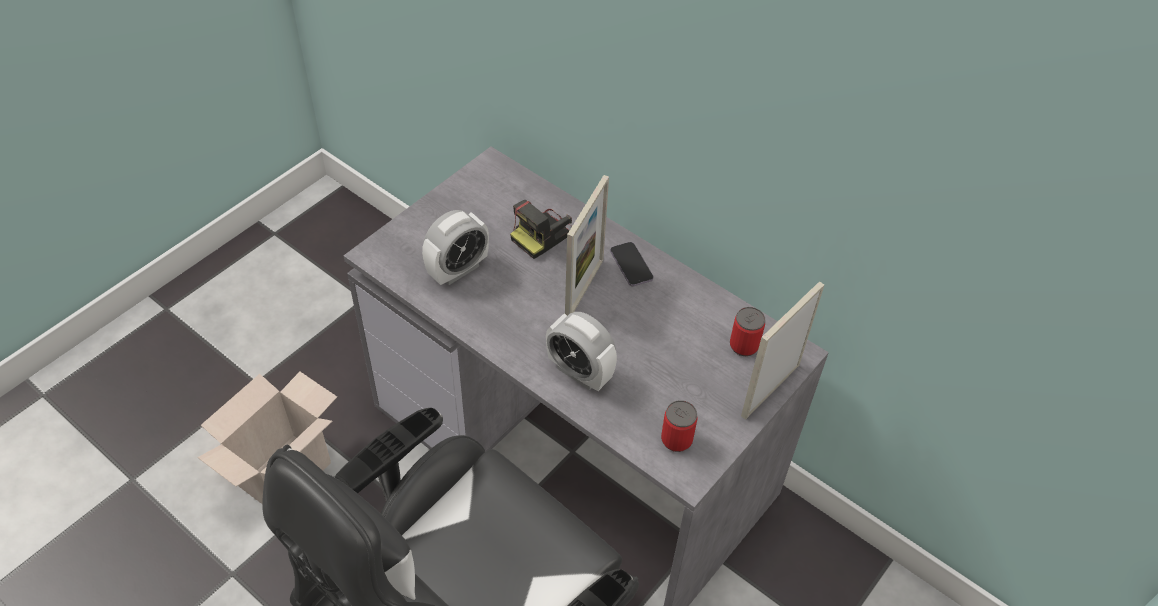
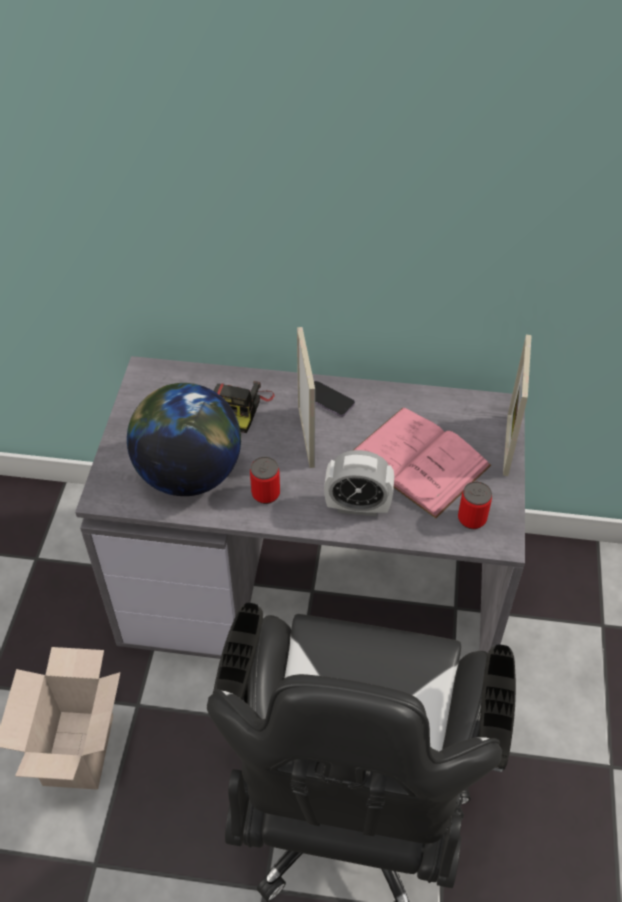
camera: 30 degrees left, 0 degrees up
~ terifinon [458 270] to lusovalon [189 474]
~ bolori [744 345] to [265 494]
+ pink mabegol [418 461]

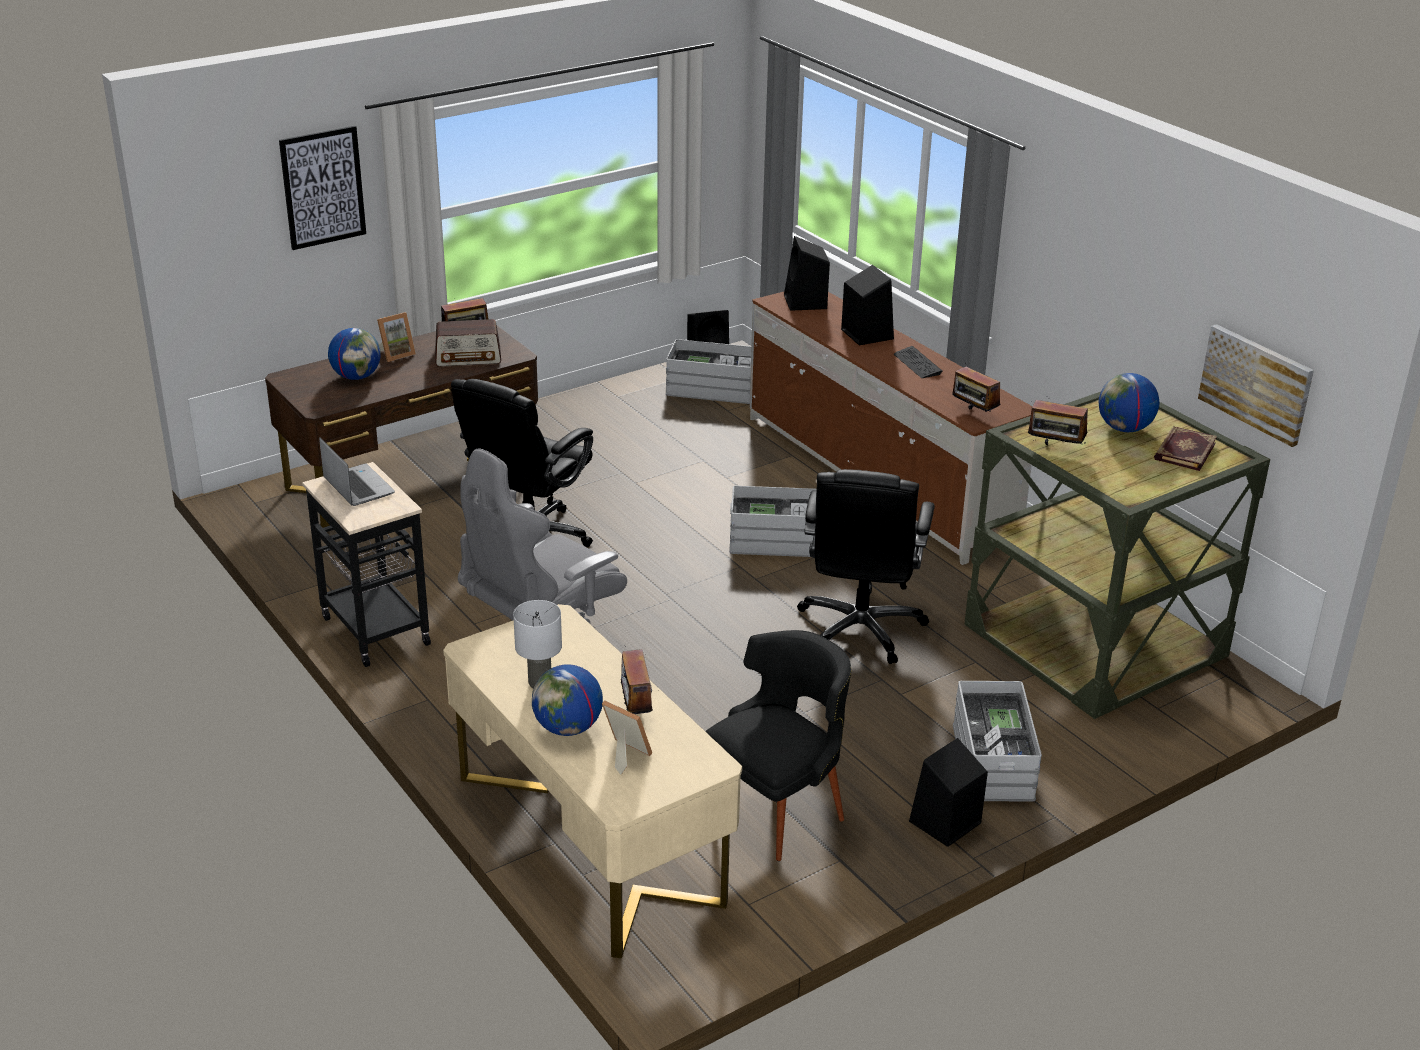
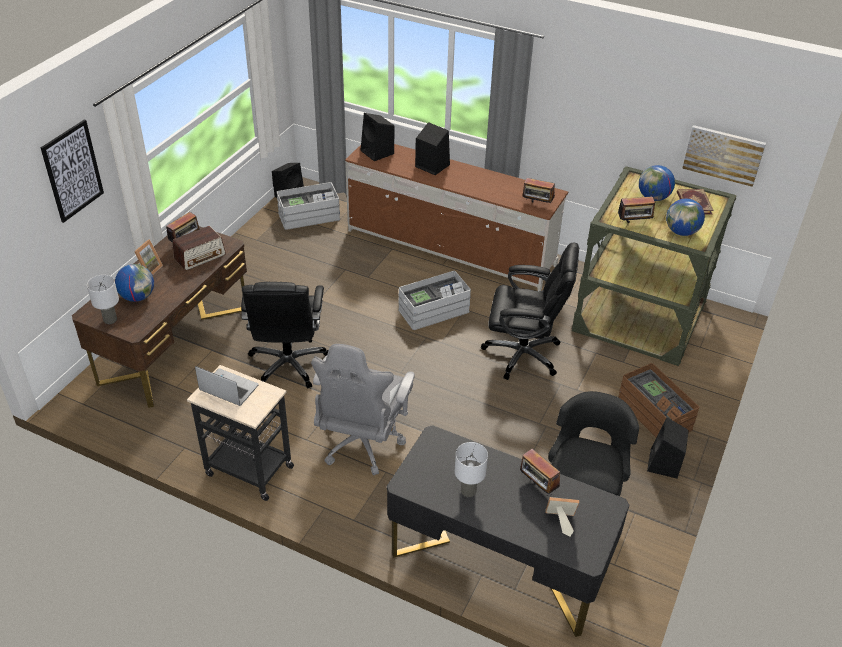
camera: 30 degrees left, 10 degrees up
+ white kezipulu [110 321]
~ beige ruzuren [589 838] to black ruzuren [498 562]
~ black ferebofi [860 628] = [522 354] 60 degrees counterclockwise
~ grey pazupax [994 761] to brown pazupax [655 413]
~ lusovalon [568 728] to [681 232]
- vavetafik [917 364]

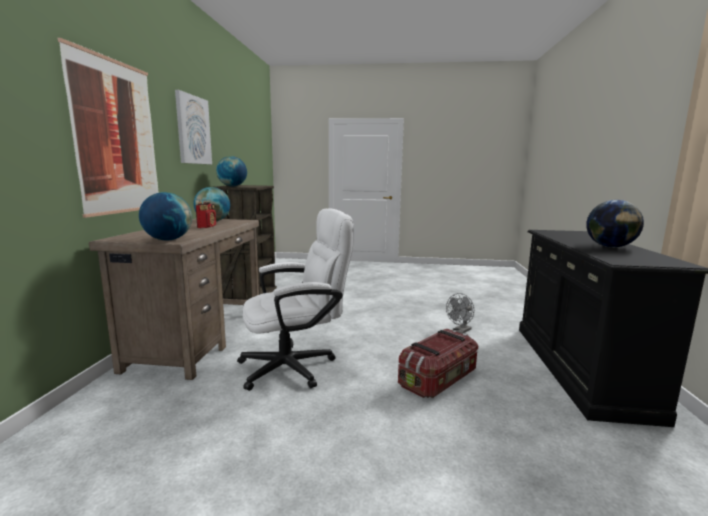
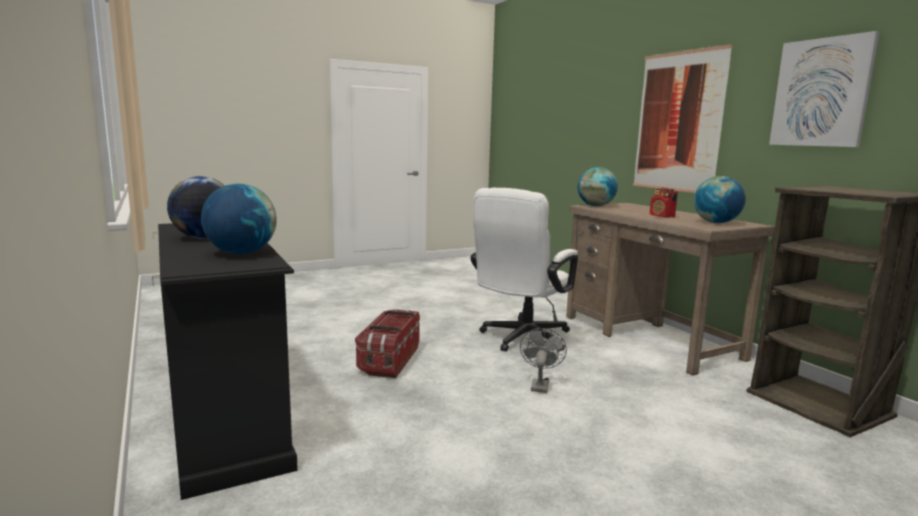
camera: 145 degrees right, 0 degrees up
~ lusovalon [232 186] to [241 253]
~ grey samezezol [460 331] to [539 384]

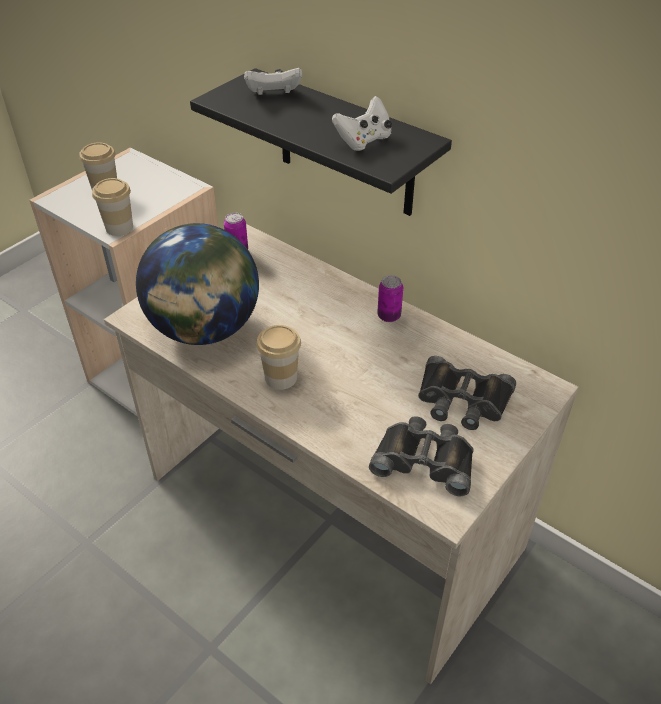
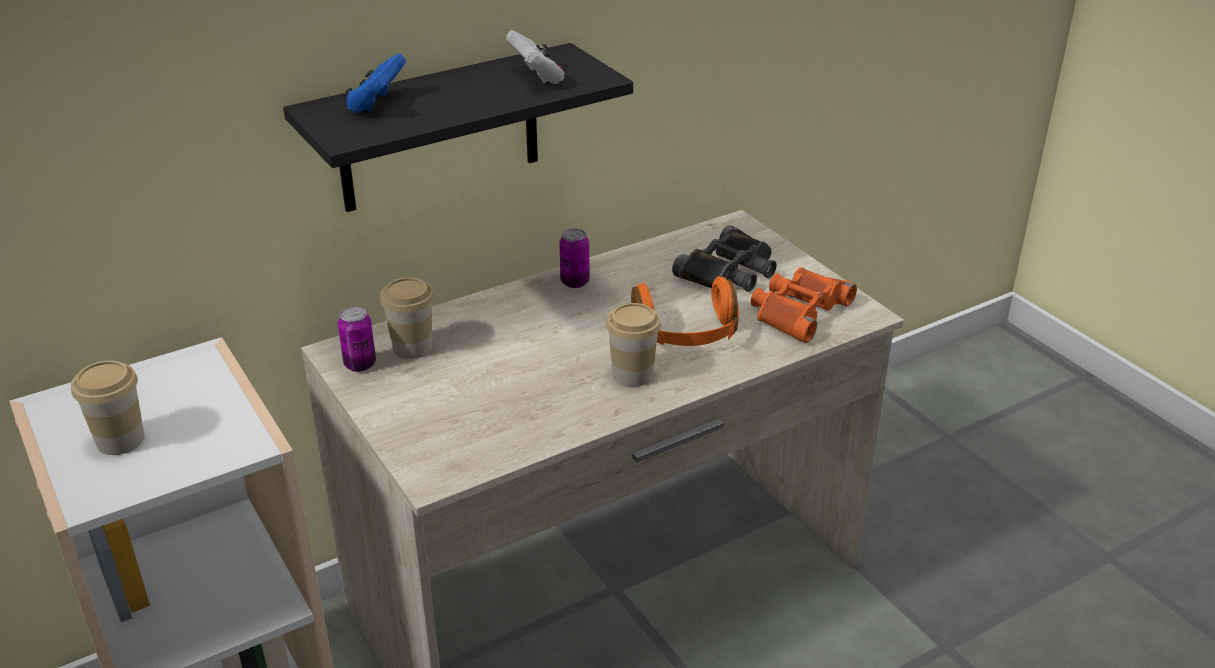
camera: 70 degrees left, 10 degrees down
~ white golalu [274 95] to blue golalu [377 105]
~ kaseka [119 227] to [412 347]
+ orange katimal [686 333]
~ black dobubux [424 459] to orange dobubux [798 311]
- lusovalon [205 329]

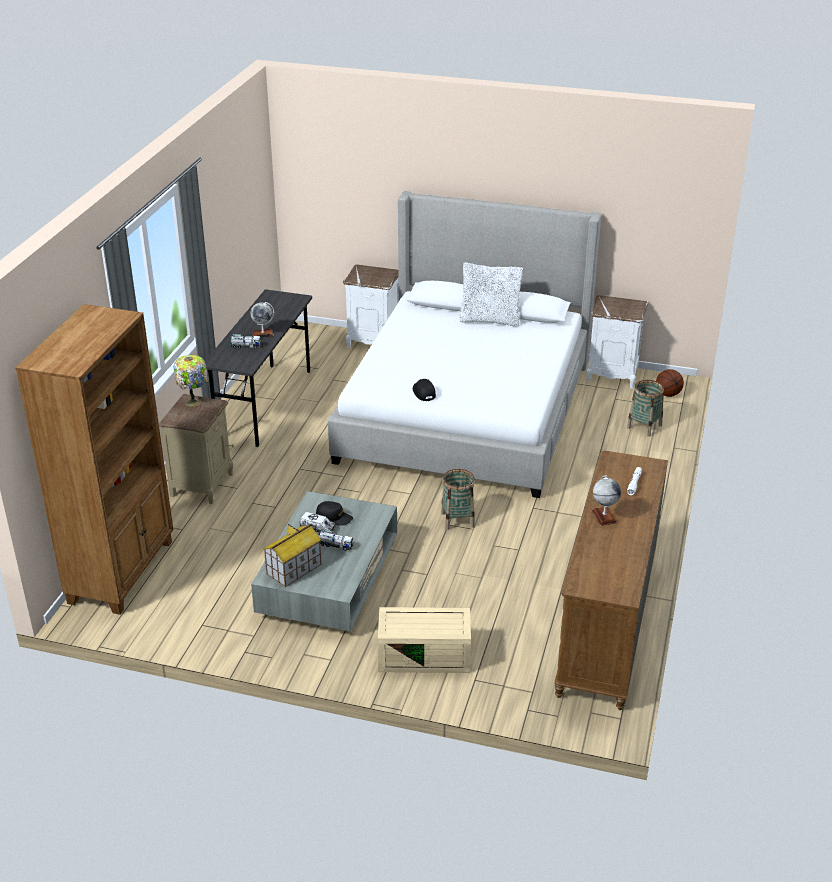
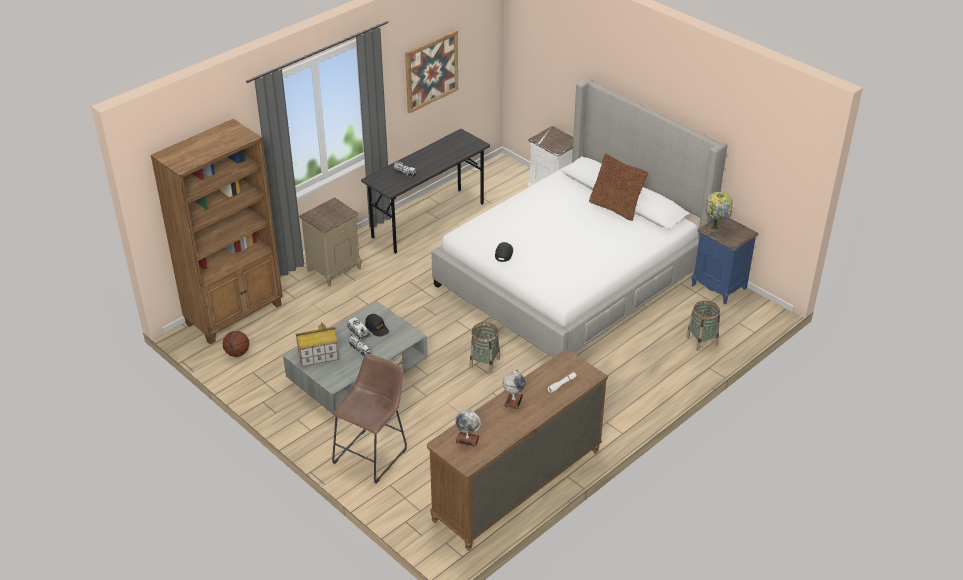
camera: 30 degrees right, 5 degrees up
~ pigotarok [667 394] to [237 353]
~ beige pazupax [425 655] to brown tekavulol [373 453]
+ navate [431 71]
~ lusovalon [263 334] to [467 439]
~ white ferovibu [490 318] to brown ferovibu [616 206]
~ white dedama [612 376] to blue dedama [718 287]
~ kezipulu [194 402] to [715 228]

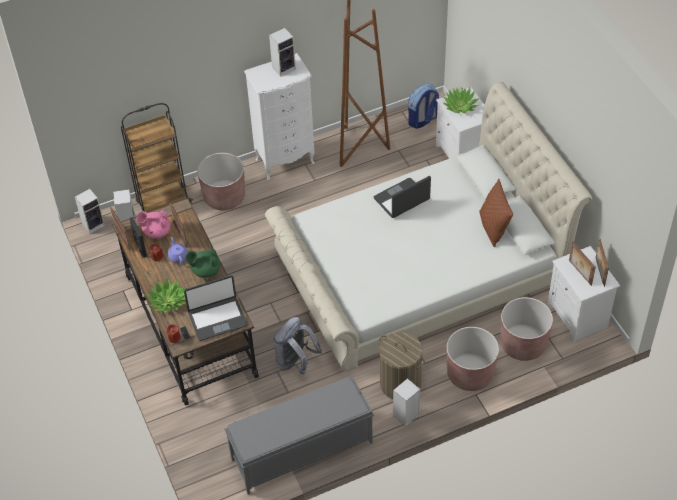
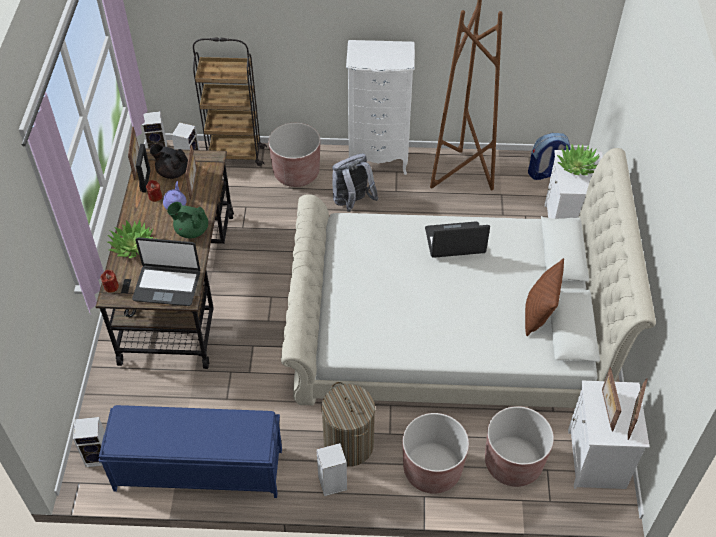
camera: 25 degrees right, 0 degrees up
~ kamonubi [284 68] to [99 455]
~ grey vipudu [300 450] to blue vipudu [197 469]
~ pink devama [156 232] to black devama [172 172]
~ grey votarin [295 362] to [352 203]

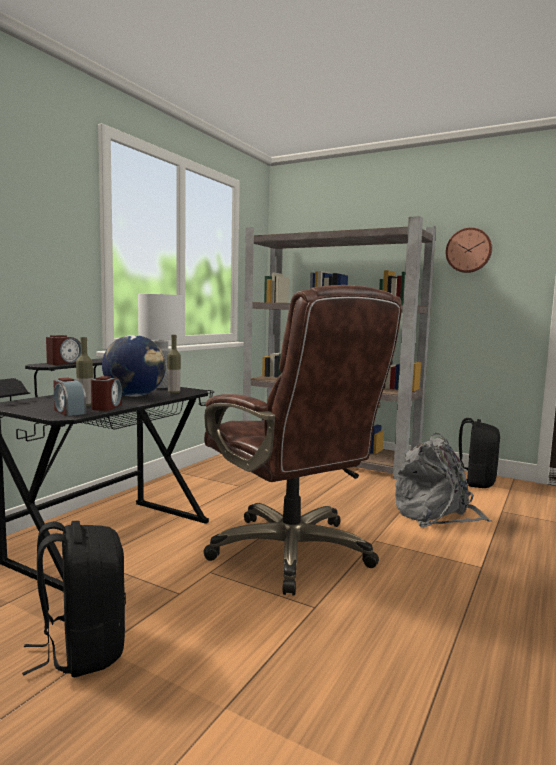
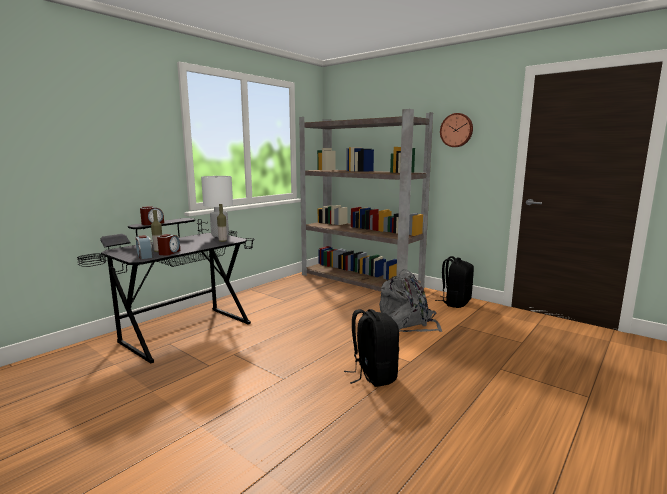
camera: 10 degrees right, 5 degrees up
~ black votarin [82 650] to [373 375]
- lusovalon [135 396]
- brown ferebofi [291 550]

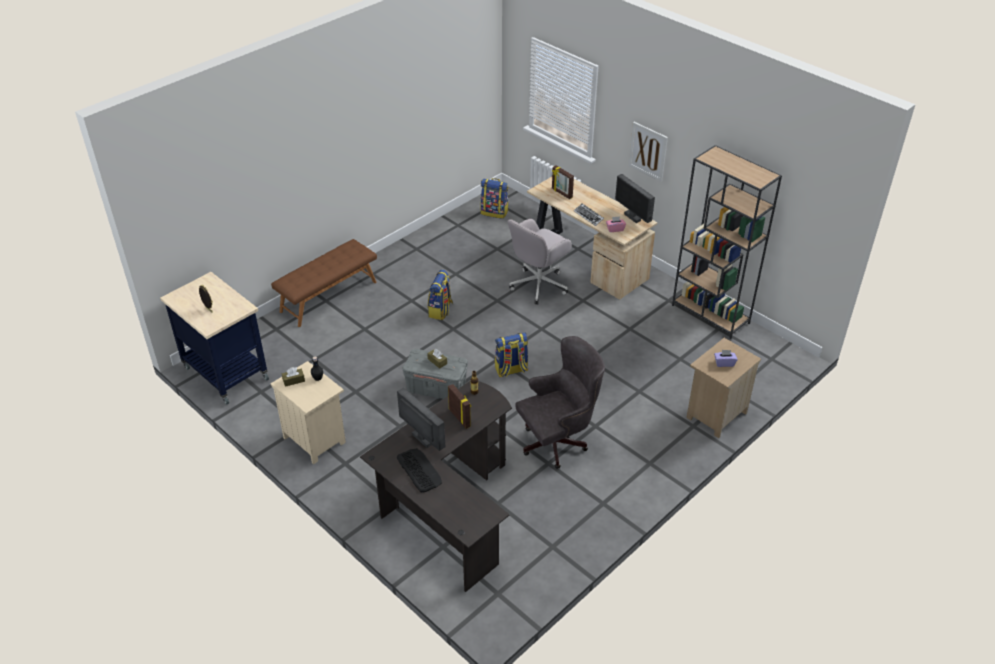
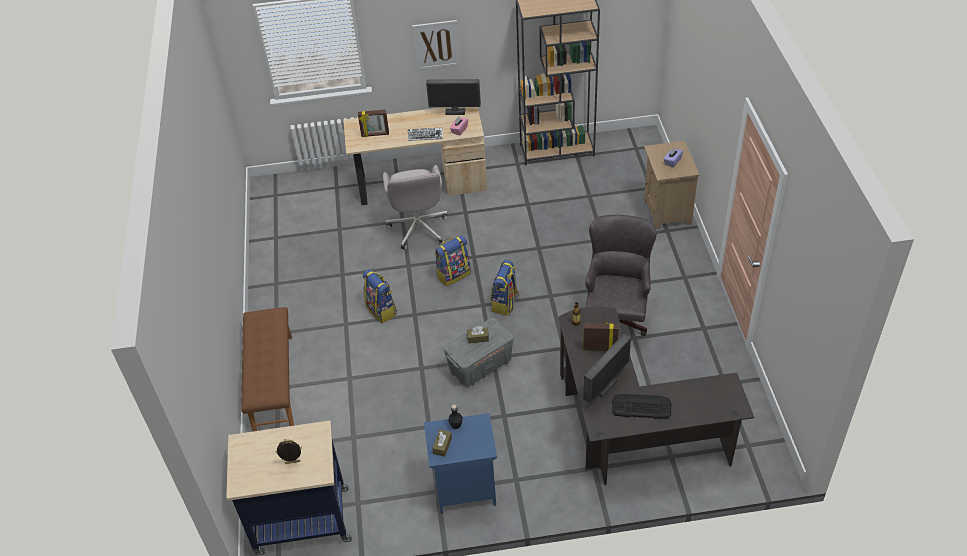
camera: 50 degrees left, 5 degrees up
~ beige dedama [315 439] to blue dedama [464 488]
~ votarin [494 212] to [453 274]
~ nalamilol [421 439] = [605 387] 135 degrees clockwise

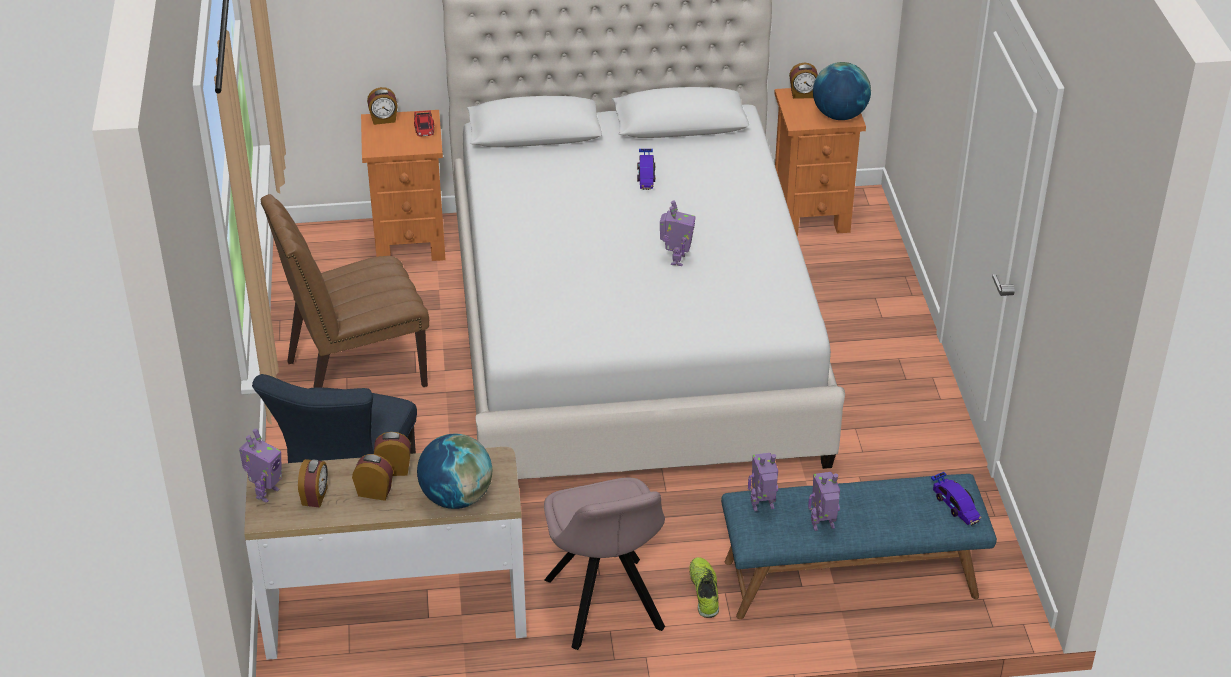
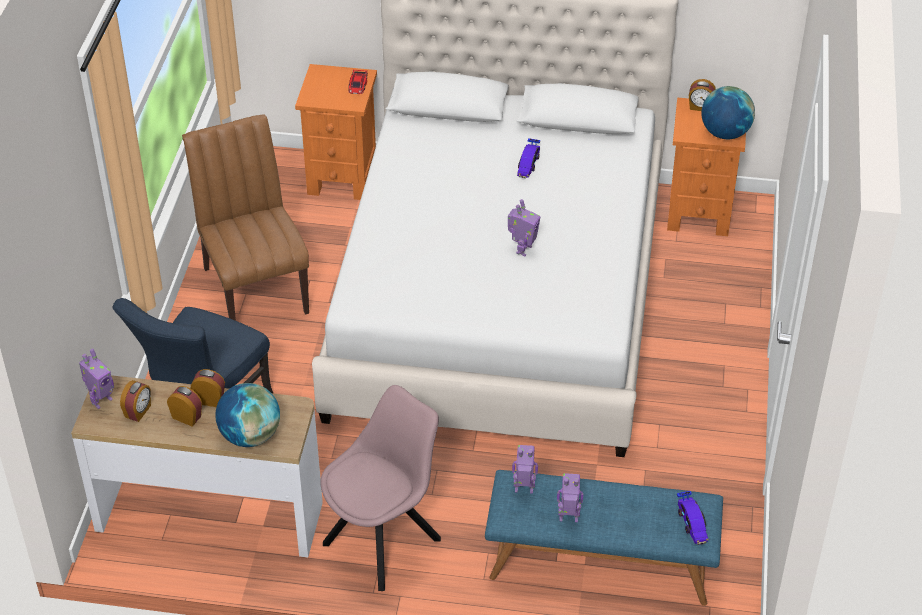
camera: 15 degrees right, 5 degrees up
~ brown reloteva [357 373] = [256 291] 75 degrees clockwise
~ pink reloteva [605 604] = [383 542] 135 degrees counterclockwise
- terifinon [383 120]
- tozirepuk [704 591]

